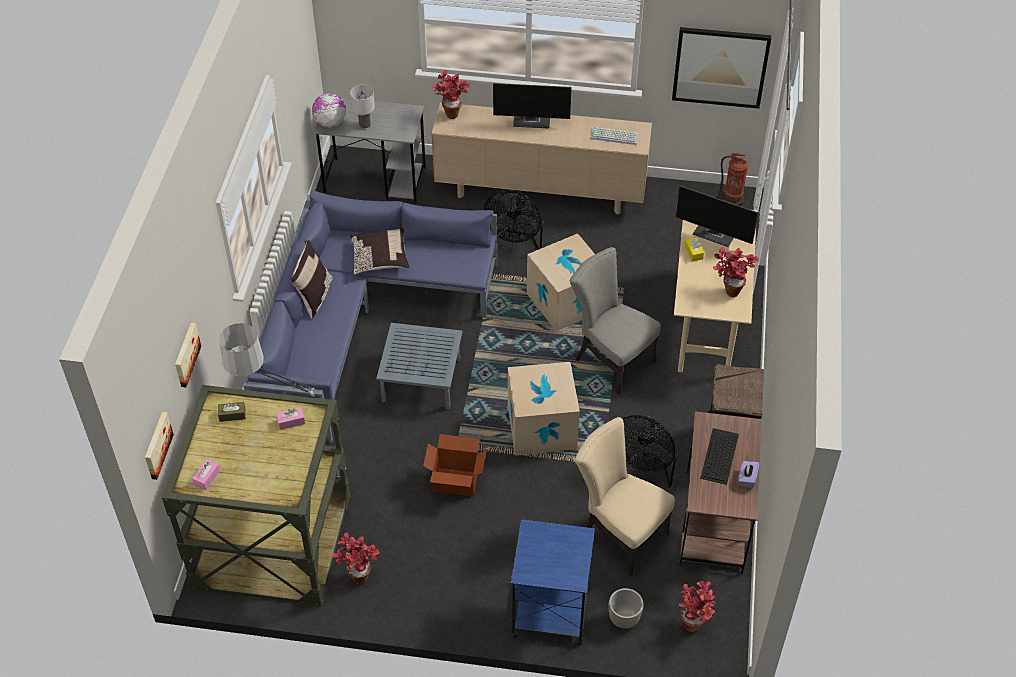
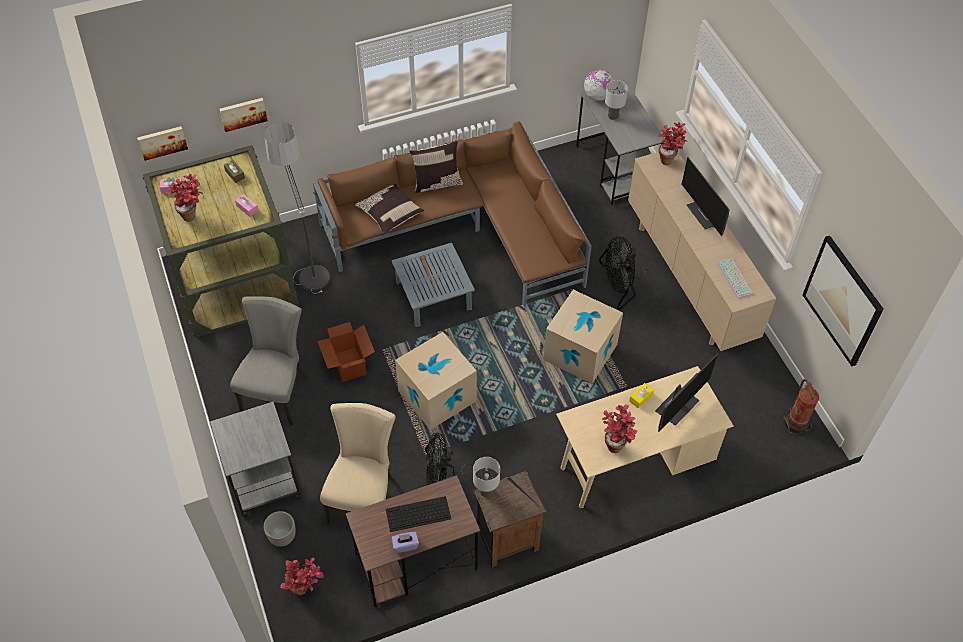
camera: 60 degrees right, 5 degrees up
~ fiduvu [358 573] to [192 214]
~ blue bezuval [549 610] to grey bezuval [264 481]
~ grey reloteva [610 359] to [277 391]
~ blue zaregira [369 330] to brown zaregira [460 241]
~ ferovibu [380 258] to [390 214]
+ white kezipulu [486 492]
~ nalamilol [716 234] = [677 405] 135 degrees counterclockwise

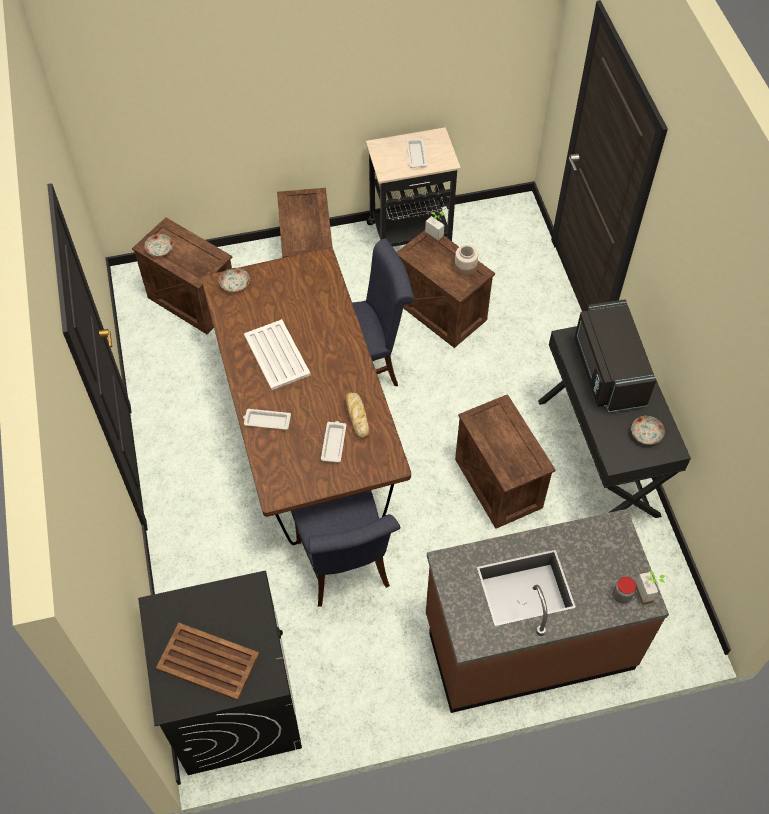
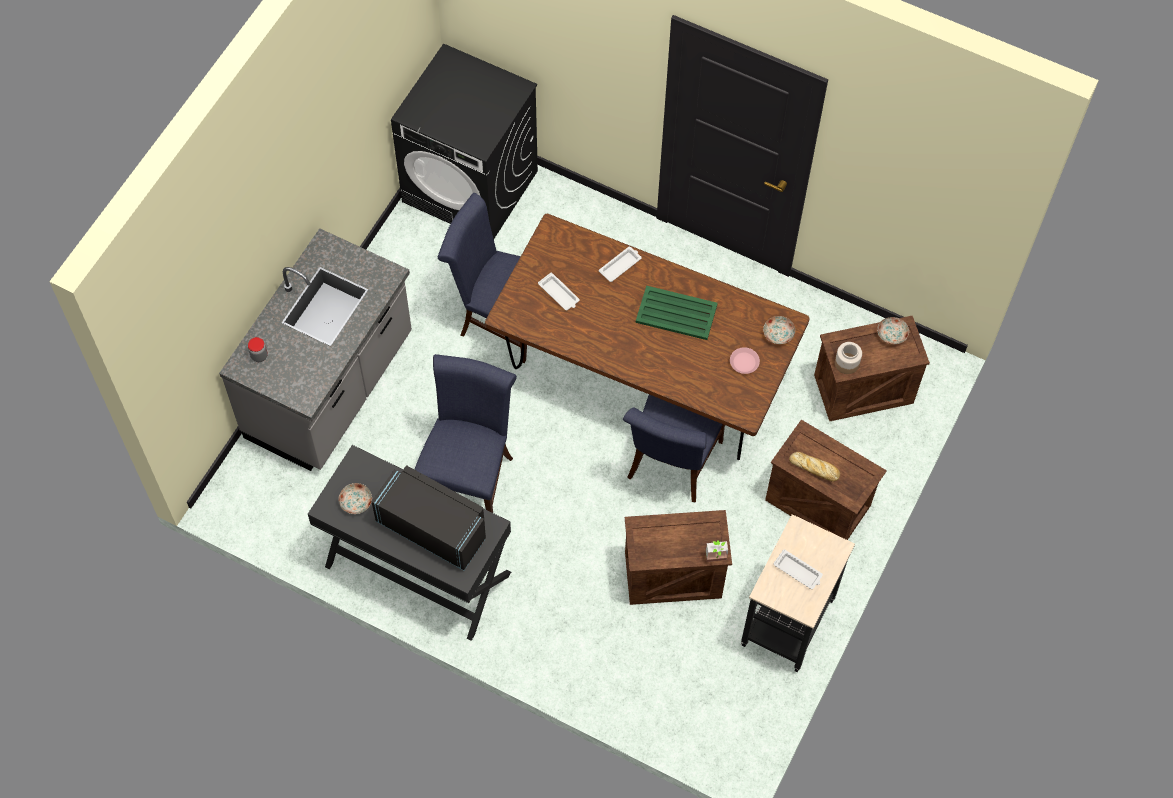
camera: 130 degrees right, 5 degrees up
~ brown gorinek [528 642] to grey gorinek [331 388]
~ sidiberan [497 483] to blue reloteva [469 475]
~ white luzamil [276 354] to green luzamil [677 314]
+ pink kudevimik [744 362]
~ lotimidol [357 416] to [815 468]
~ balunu [466 267] to [846 363]
- brown luzamil [207 661]
- fiduvu [648 592]

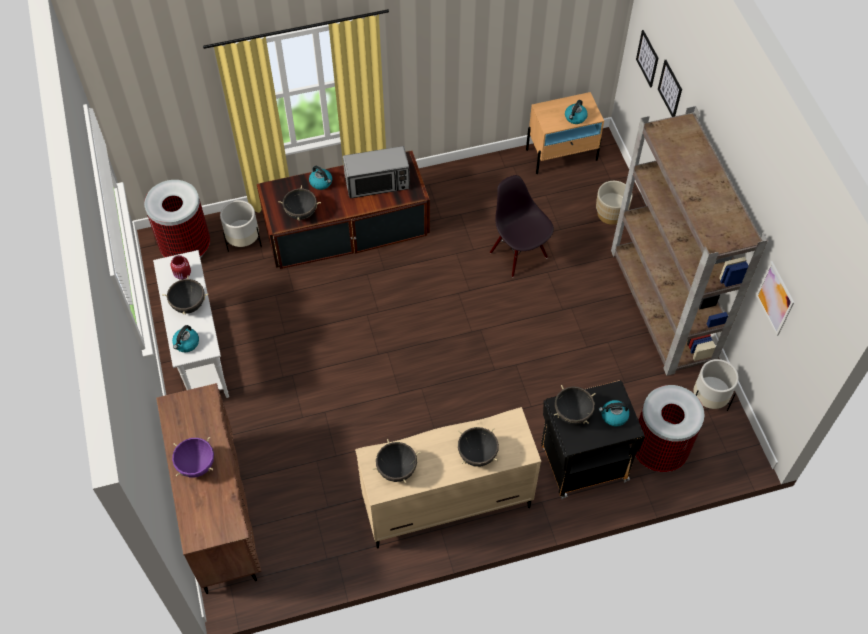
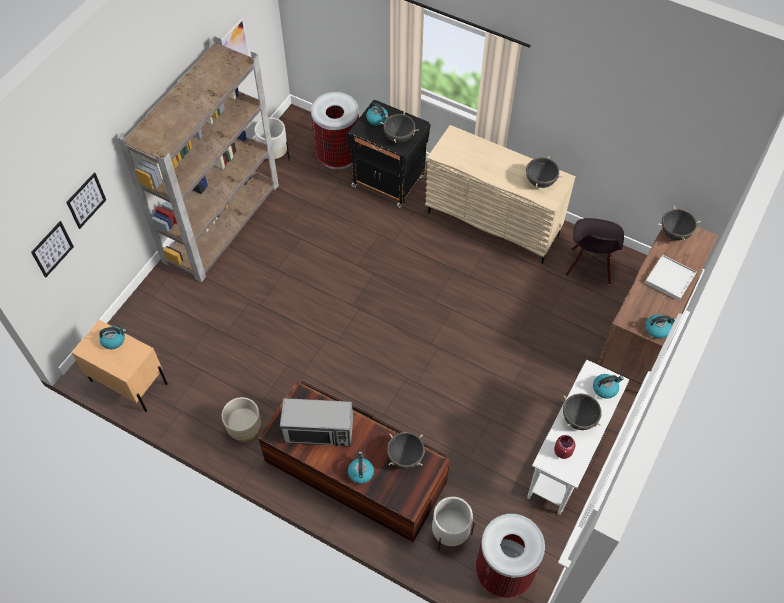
camera: 135 degrees left, 0 degrees up
~ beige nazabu [610 214] to [244 428]
~ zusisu [377 183] = [318 430] 150 degrees clockwise
~ black reloteva [519 254] to [589 266]
~ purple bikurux [196 465] to white luzamil [669 279]
+ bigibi [657 329]
~ black bikurux [477 455] to [674 233]

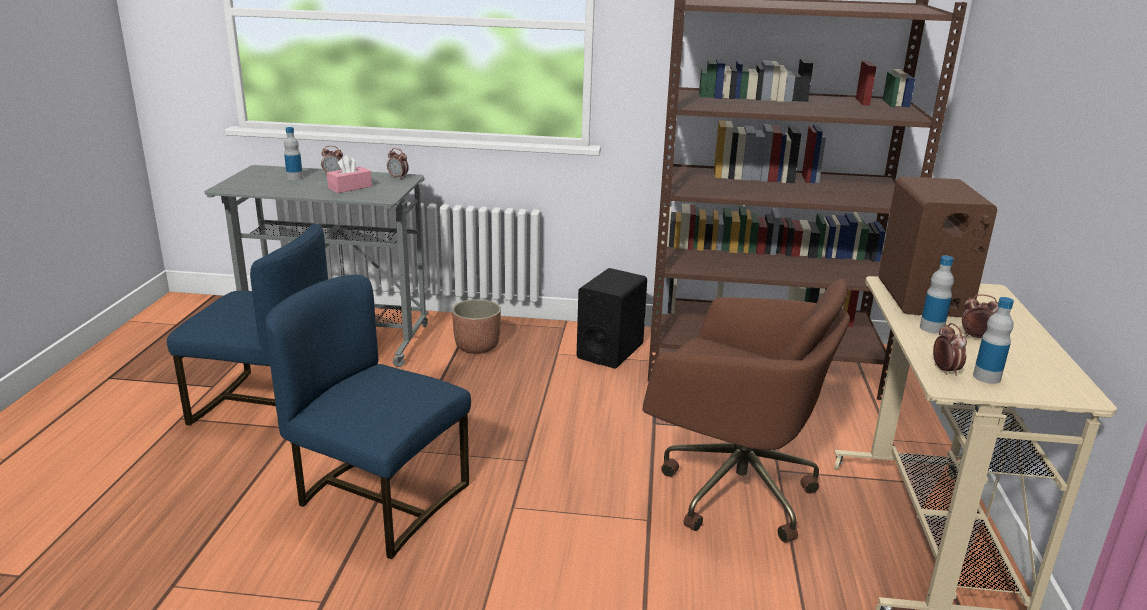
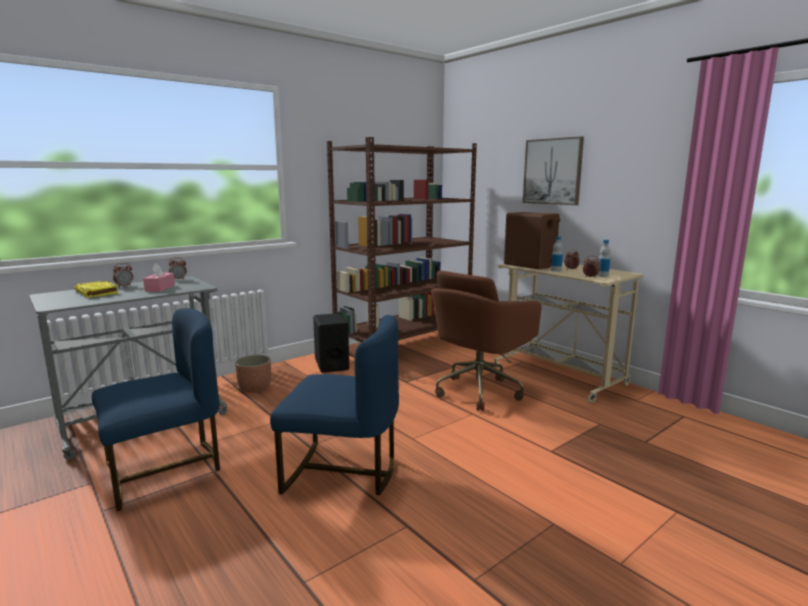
camera: 45 degrees left, 10 degrees down
~ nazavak [294 178] to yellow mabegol [97 292]
~ blue reloteva [379 499] = [342 471] 150 degrees counterclockwise
~ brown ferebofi [730 493] = [480 391] 150 degrees clockwise
+ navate [552 171]

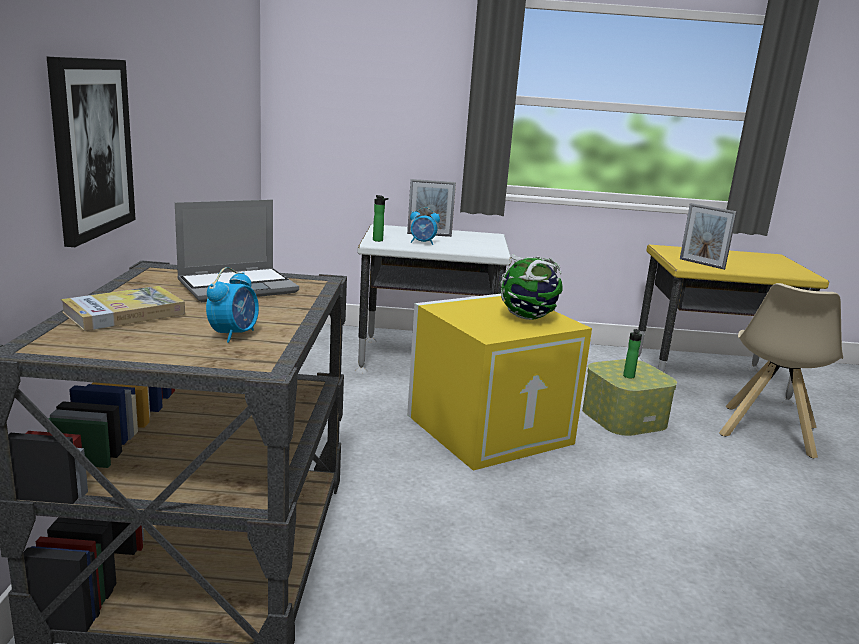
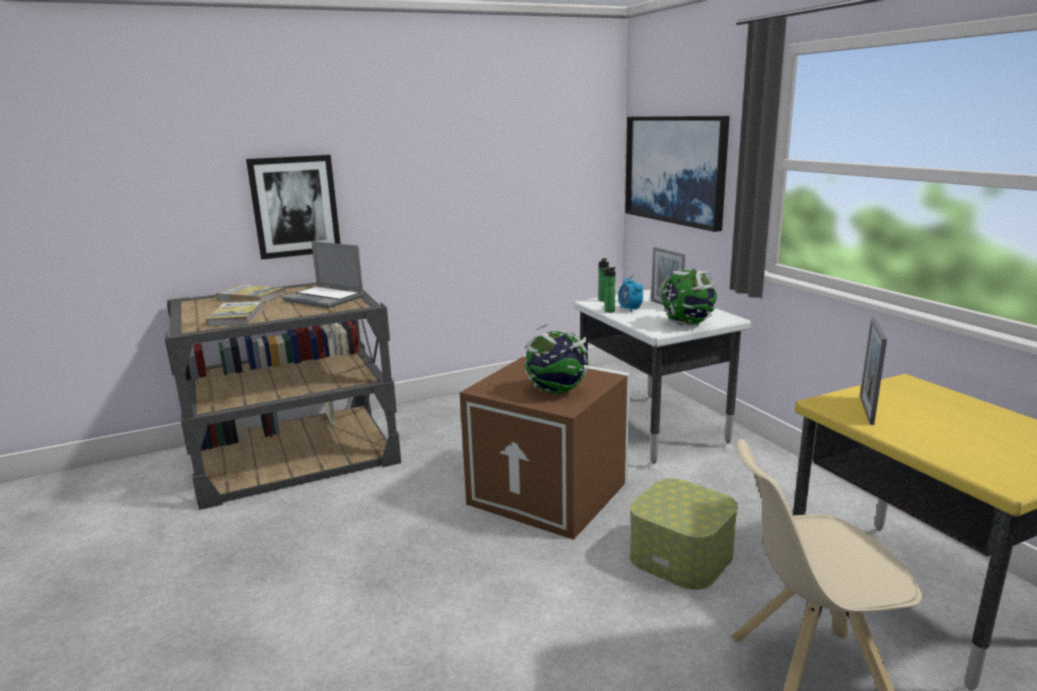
camera: 65 degrees right, 0 degrees up
~ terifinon [234 334] to mabegol [236 317]
~ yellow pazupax [489 428] to brown pazupax [551 492]
~ nazavak [628 377] to [607 311]
+ navate [675 169]
+ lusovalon [687 324]

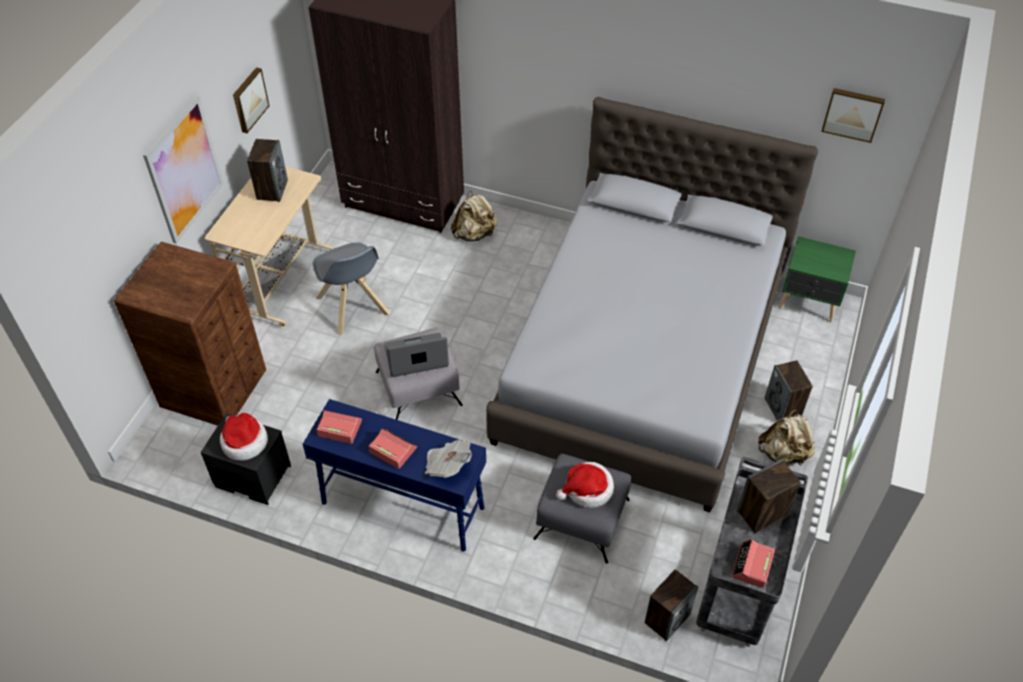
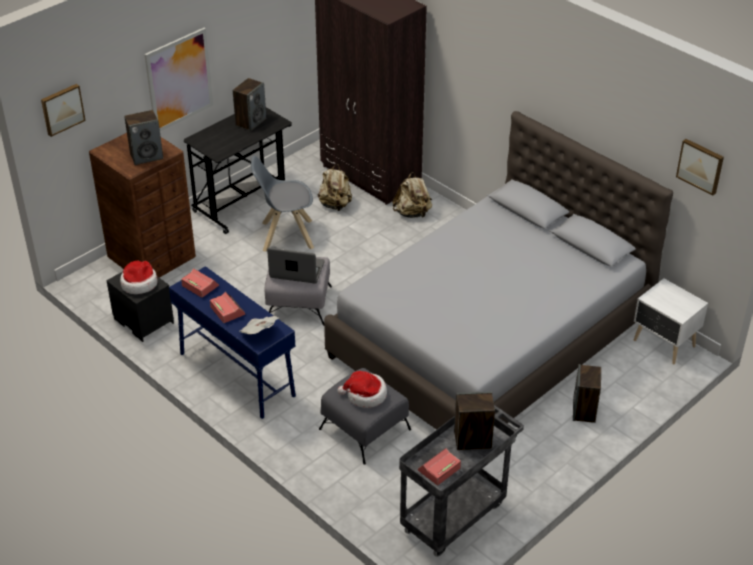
camera: 25 degrees right, 10 degrees down
~ navate [249 99] to [62 109]
~ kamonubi [667 618] to [146 156]
~ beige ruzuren [282 282] to black ruzuren [244 203]
~ grey reloteva [353 307] = [285 235] 90 degrees clockwise
~ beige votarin [784 453] to [335 205]
~ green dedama [809 303] to white dedama [664 344]

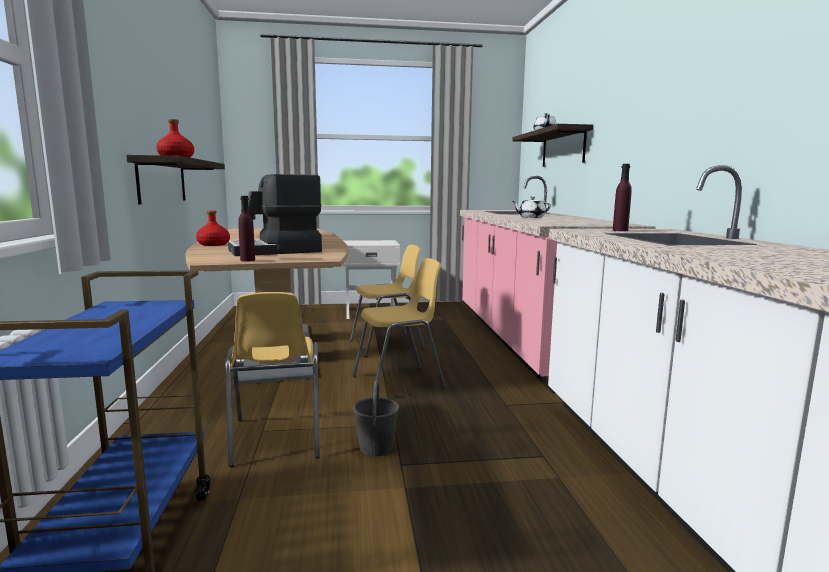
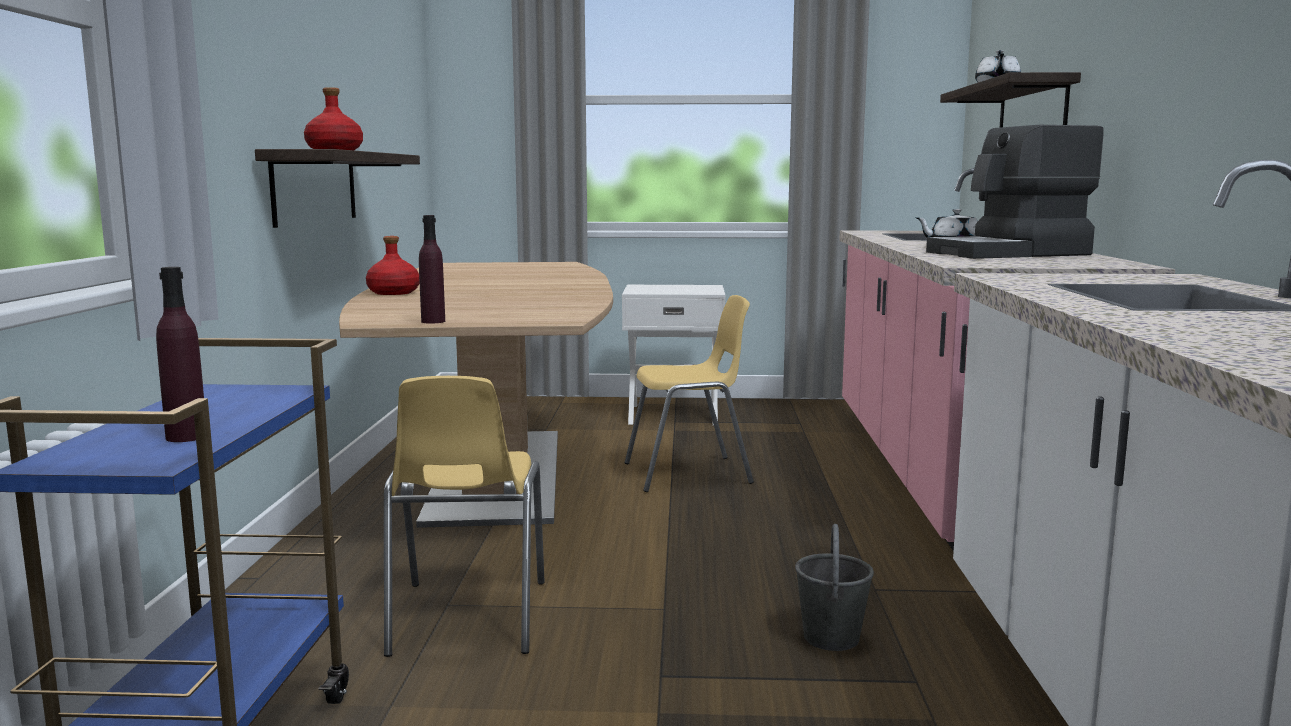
camera: 10 degrees right, 0 degrees up
~ purple nazavak [620 230] to [186 437]
~ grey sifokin [376 448] to [831 638]
~ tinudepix [276 251] to [1011 254]
- yellow reloteva [399 382]

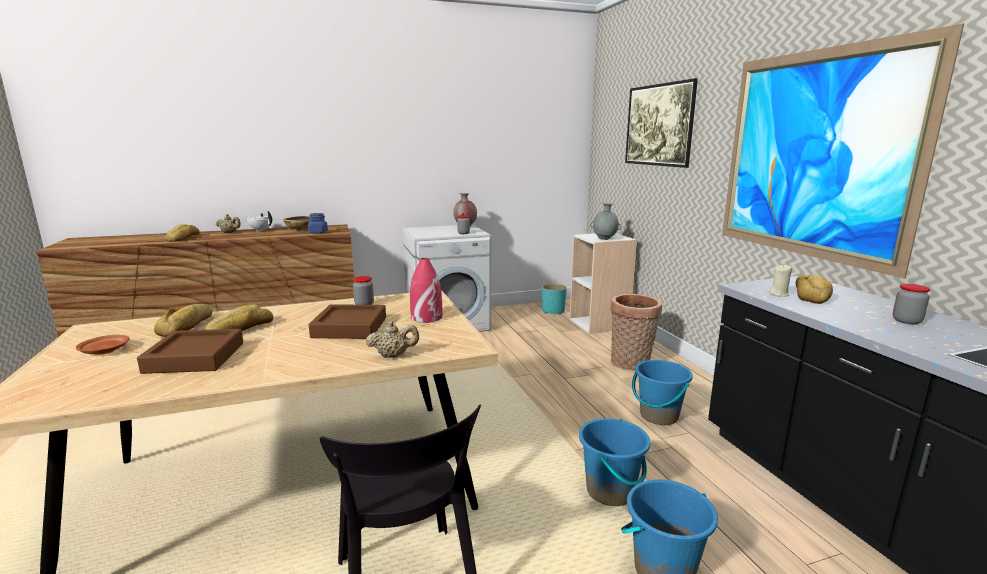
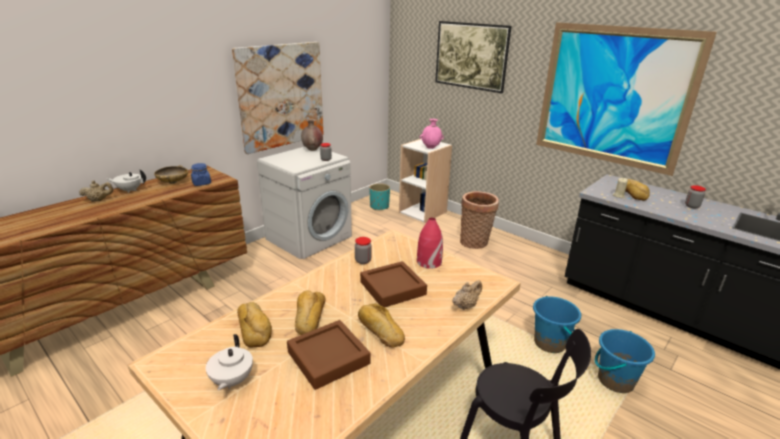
camera: 30 degrees left, 10 degrees up
~ brown kudevimik [104 351] to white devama [231 381]
+ navate [281 96]
~ lotimidol [182 238] to [379 330]
~ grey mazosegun [605 239] to pink mazosegun [431 147]
- blue sifokin [658 416]

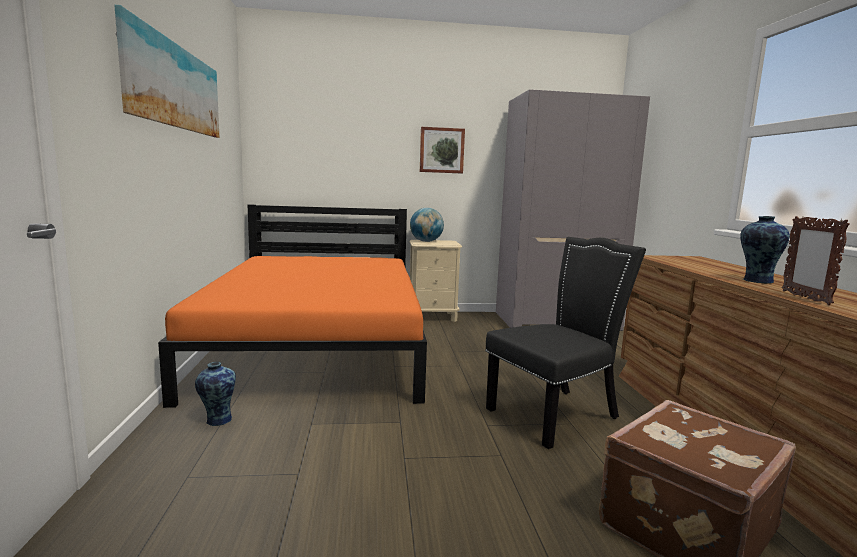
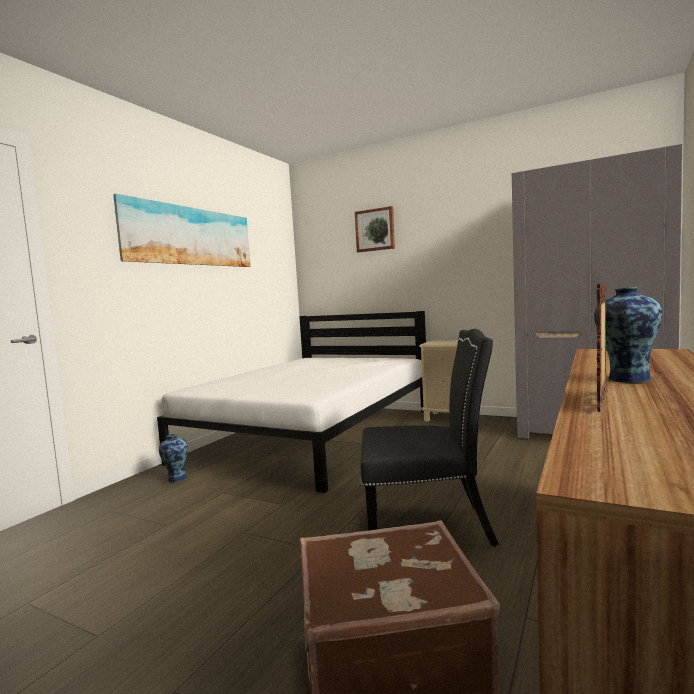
camera: 35 degrees right, 5 degrees down
~ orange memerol [318 346] to white memerol [313 435]
~ navate [441 150] to [375 230]
- lusovalon [426 241]

